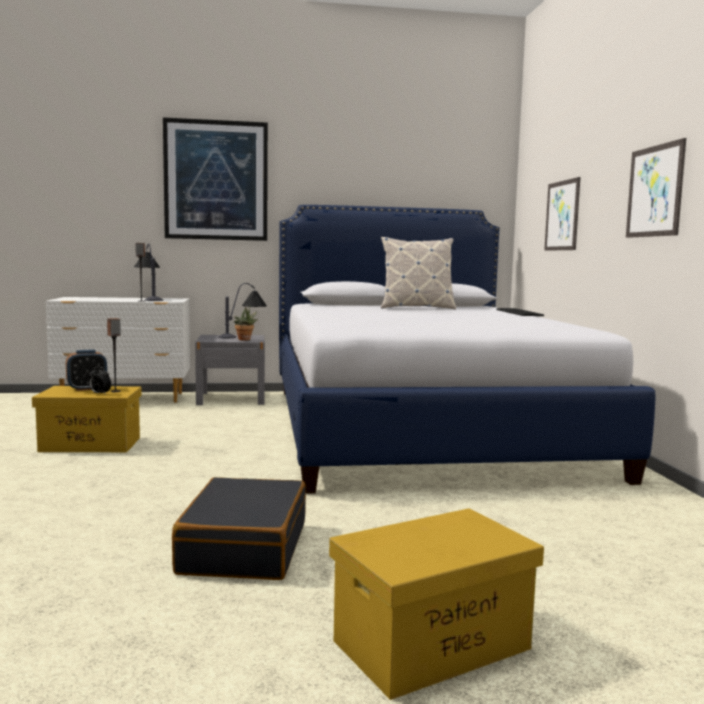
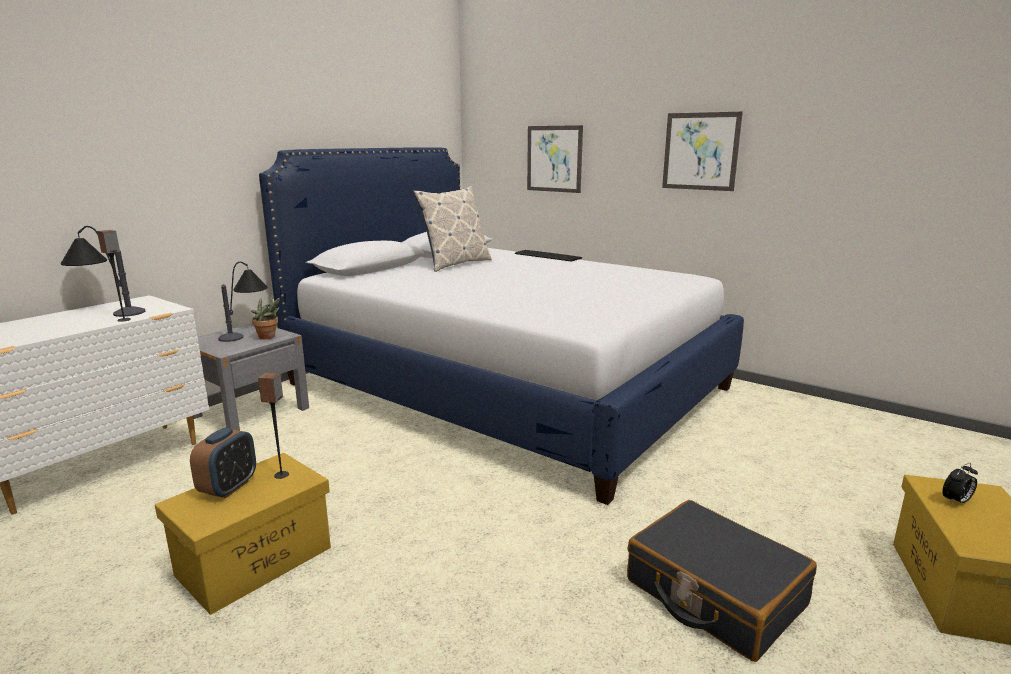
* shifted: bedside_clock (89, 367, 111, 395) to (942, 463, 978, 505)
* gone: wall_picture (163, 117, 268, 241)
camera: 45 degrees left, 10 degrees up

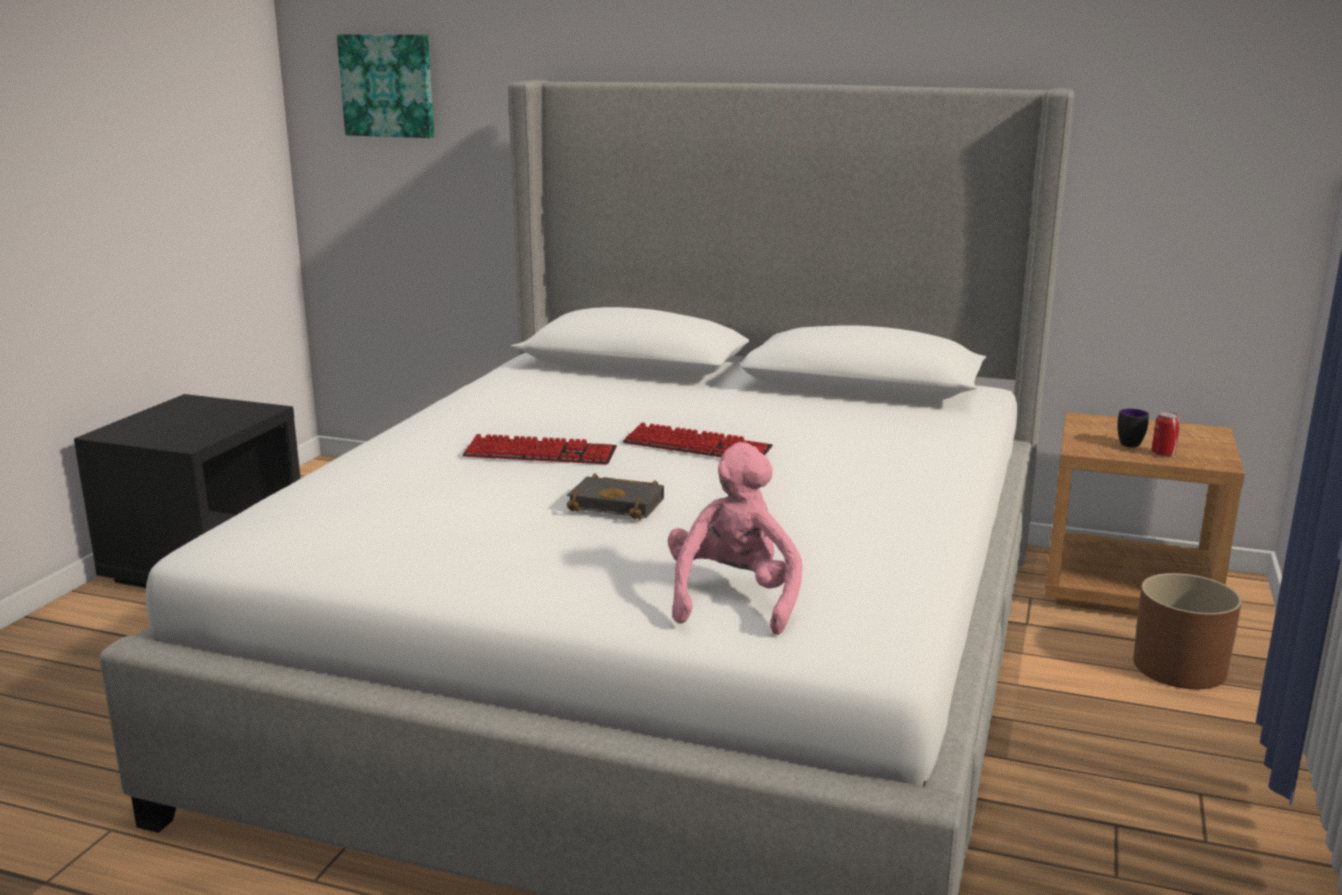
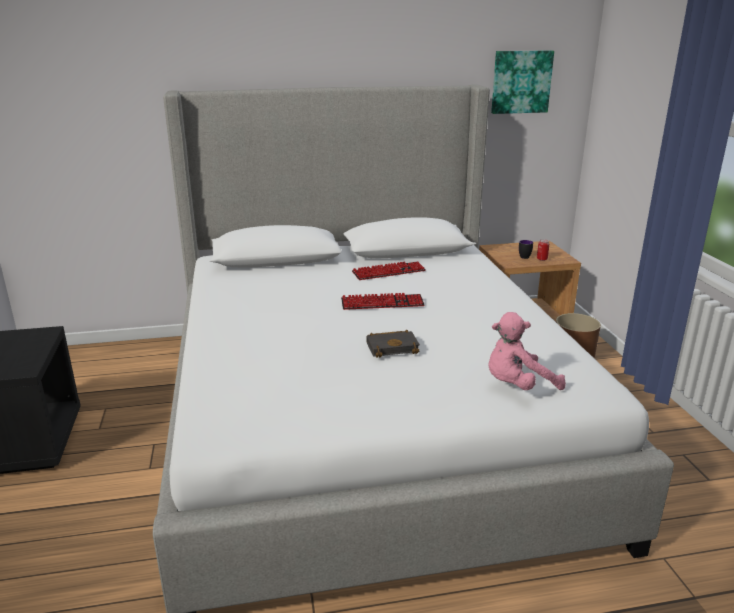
* shifted: PC_keyboard (462, 434, 617, 464) to (352, 261, 426, 280)
* rotated: pink-coloured_plush_toy (668, 442, 802, 635) = (488, 312, 566, 390) 90 degrees counterclockwise
* shifted: wall_picture (337, 34, 434, 138) to (491, 50, 554, 114)
camera: 30 degrees left, 5 degrees up

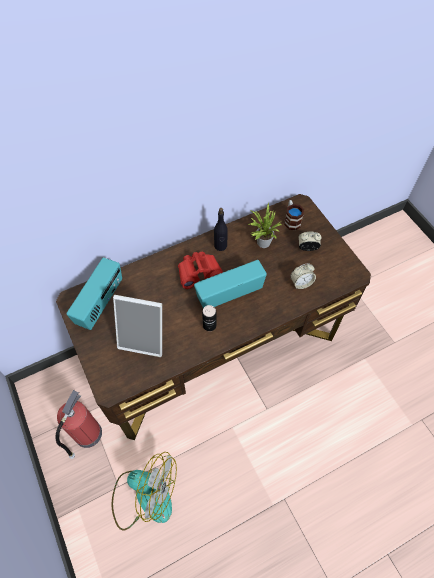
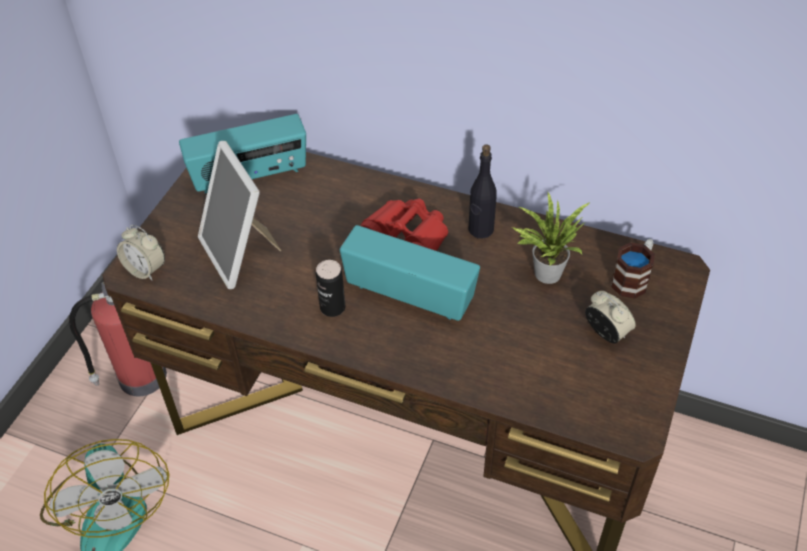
* shifted: bedside_clock (290, 263, 316, 289) to (117, 225, 165, 281)
camera: 50 degrees right, 10 degrees down

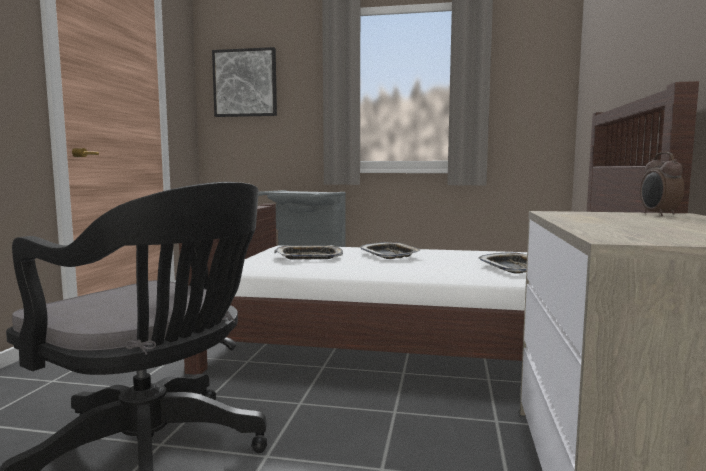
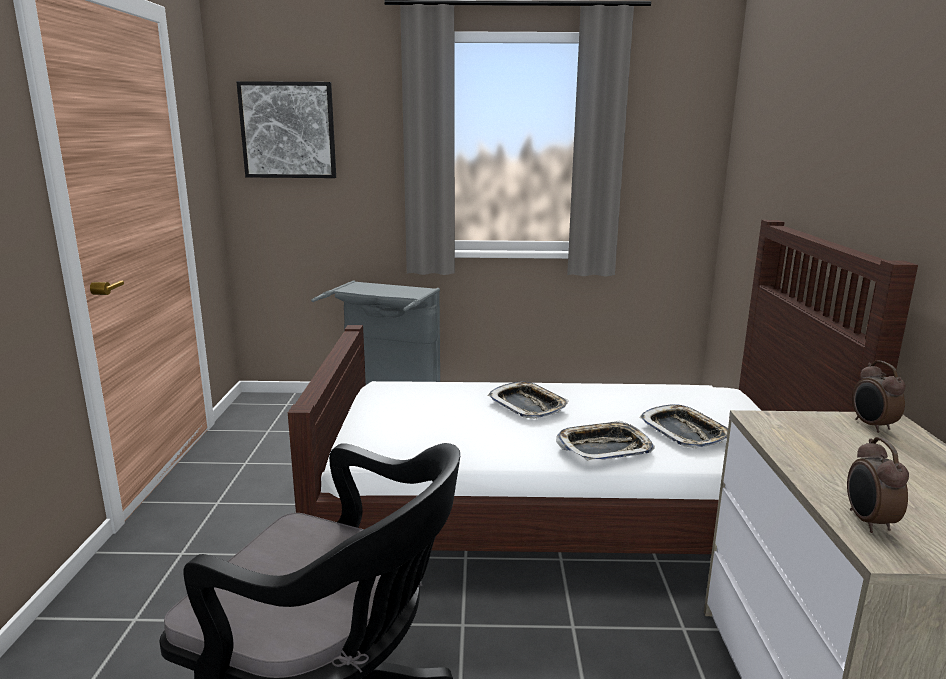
* shifted: serving_tray (274, 245, 343, 260) to (556, 421, 655, 461)
* new: bedside_clock (847, 437, 909, 533)
camera: 10 degrees left, 10 degrees up

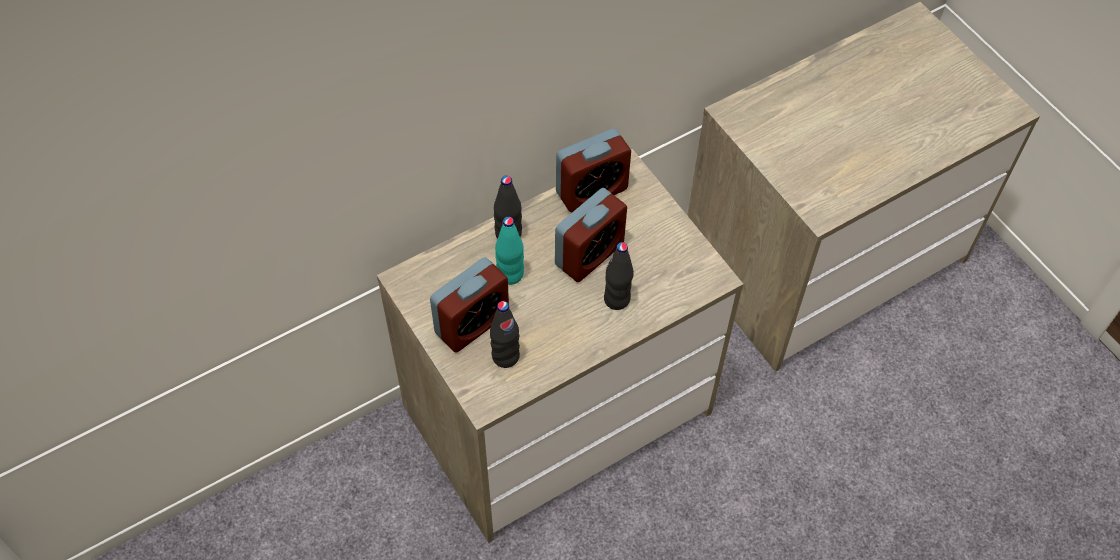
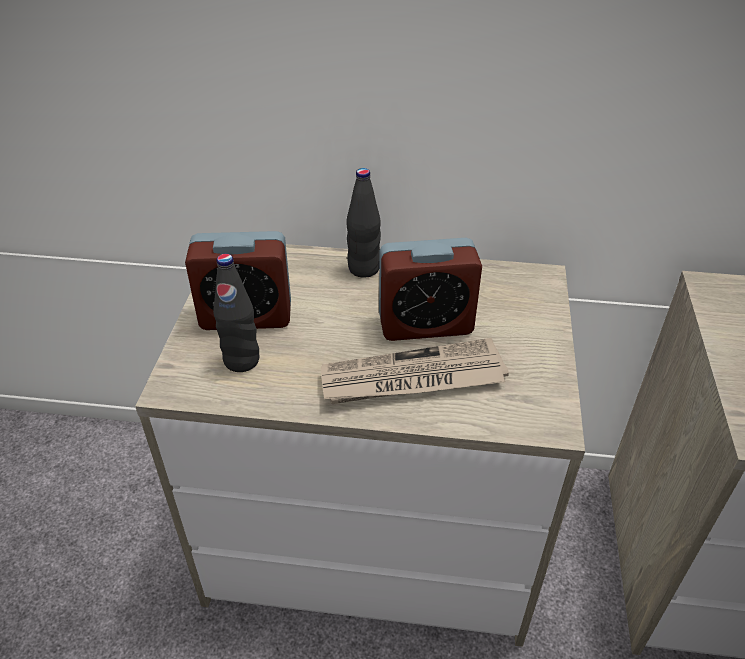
* swapped: black-coloured_drink_bottle (604, 242, 634, 310) to newspaper (321, 338, 509, 404)
* gone: turquoise-coloured_drink_bottle (495, 217, 524, 285)
* gone: bedside_clock (556, 128, 631, 213)
camera: 40 degrees right, 15 degrees down

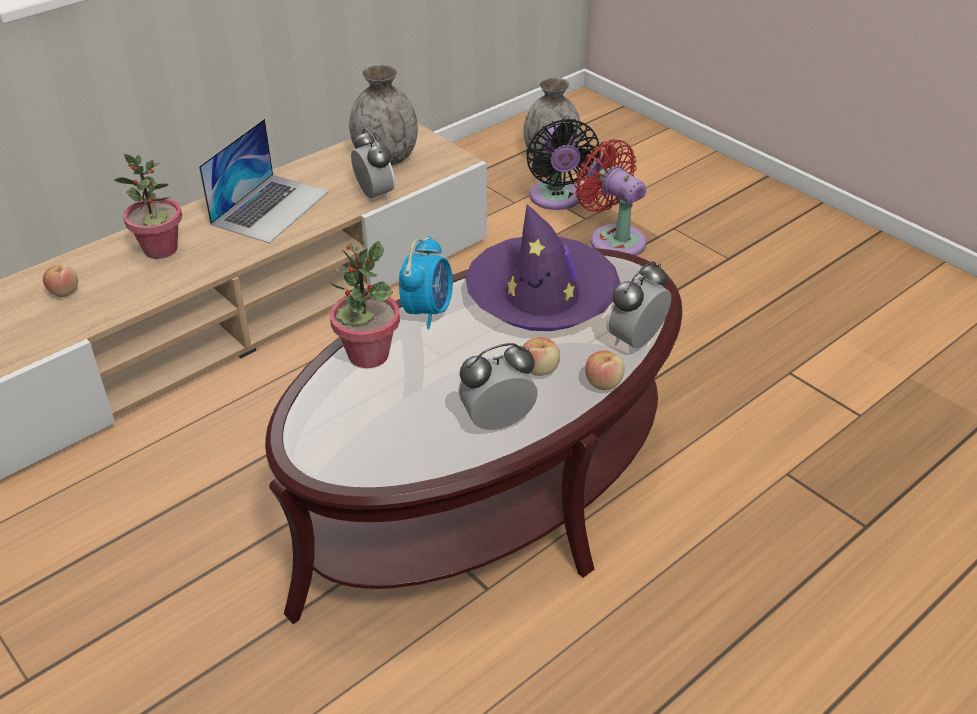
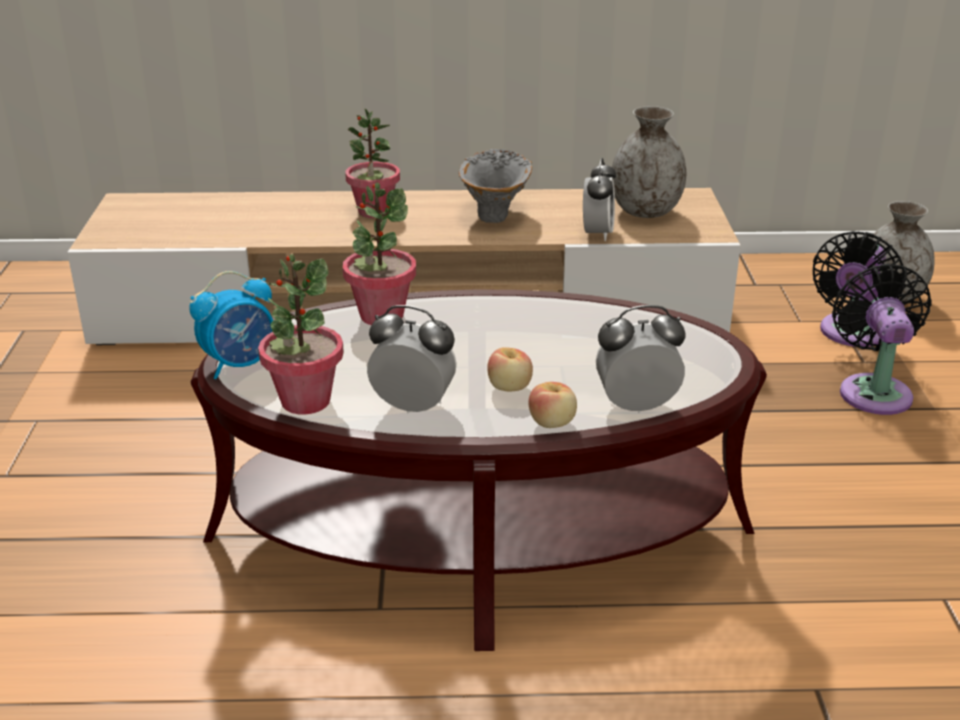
* shifted: bedside_clock (399, 236, 453, 329) to (189, 271, 273, 379)
* new: potted_plant (258, 254, 344, 414)
* swapped: laptop (199, 119, 329, 243) to grey_flower_vase (459, 149, 532, 223)
* repainted: red_fan (575, 139, 646, 256) to black-coloured_fan (832, 263, 932, 415)
* gone: apple_fruit (43, 264, 78, 297)
* gone: purple_hat (465, 204, 620, 331)
camera: 40 degrees right, 10 degrees down

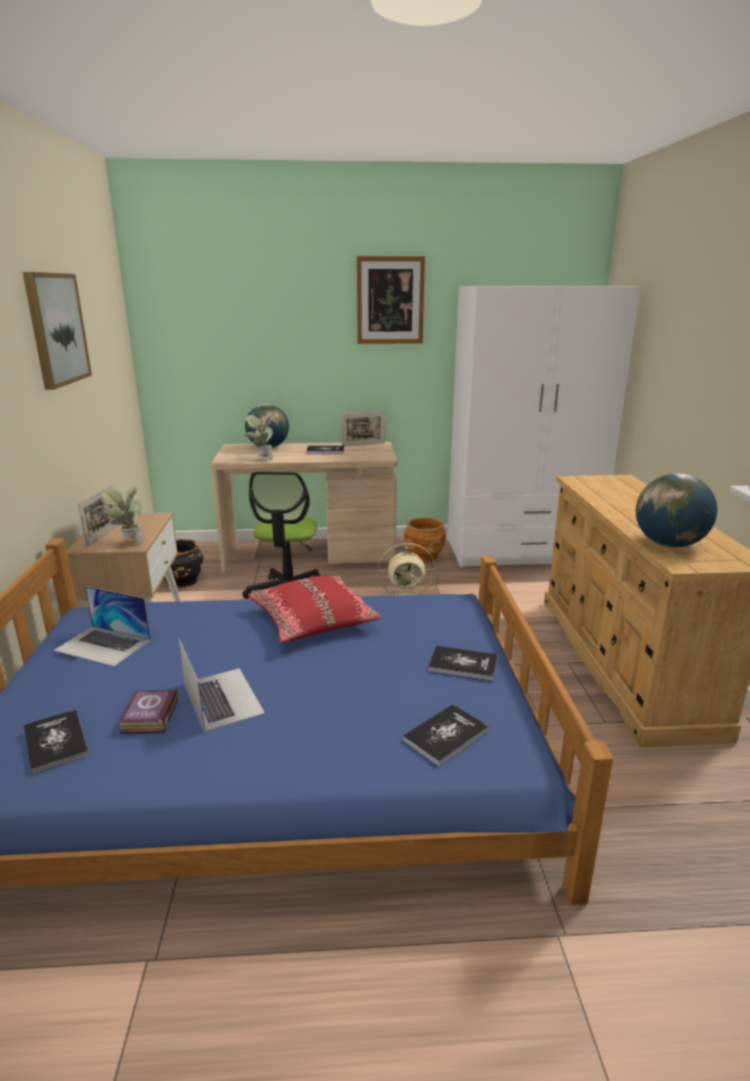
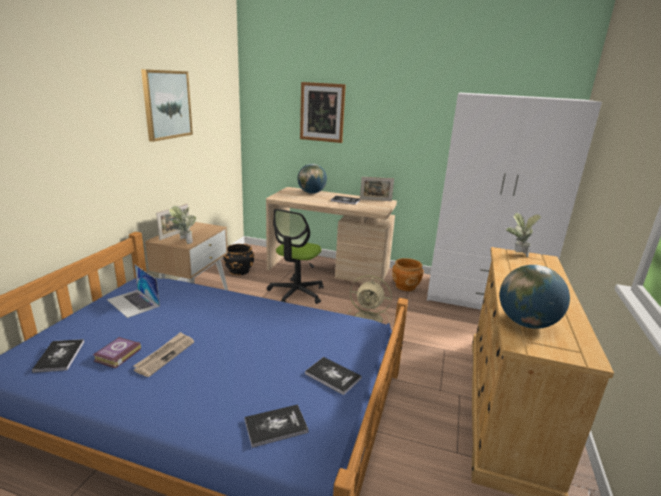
* swapped: laptop (178, 637, 265, 732) to newspaper (133, 332, 194, 377)
* shifted: wall_picture (357, 256, 425, 344) to (300, 82, 346, 143)
* shifted: potted_plant (244, 414, 273, 460) to (506, 213, 541, 257)
* gone: red_cushion (248, 576, 382, 643)
camera: 20 degrees right, 0 degrees up

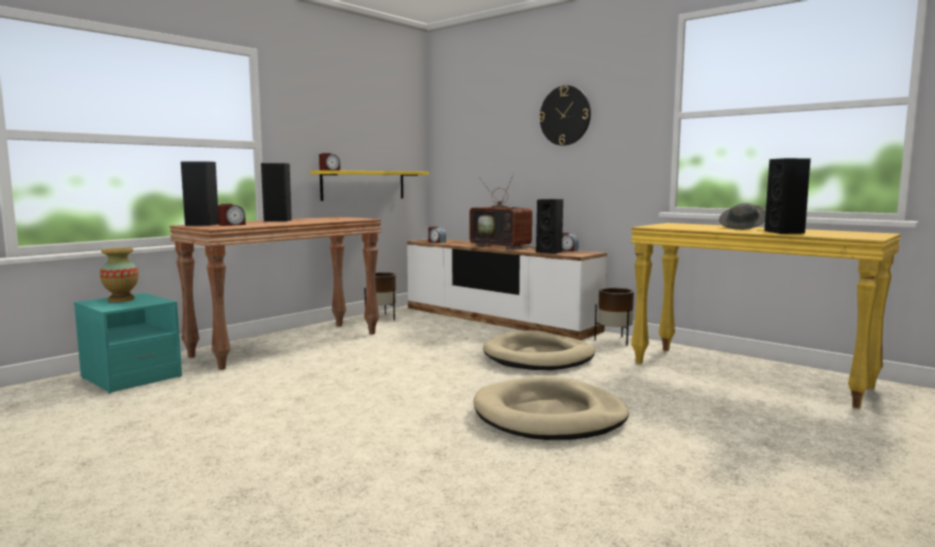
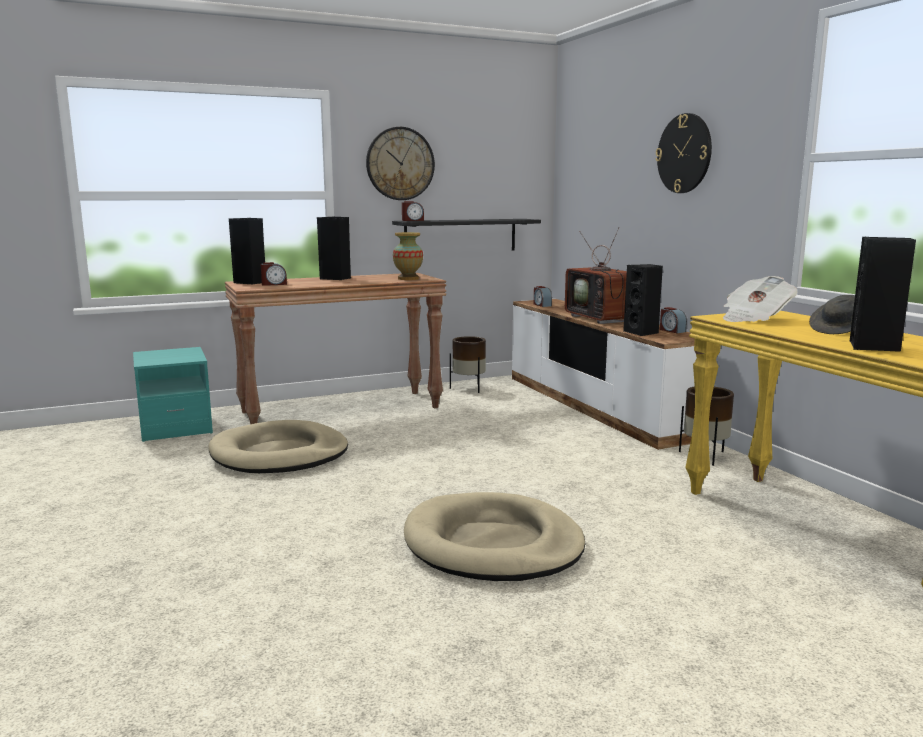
* shifted: sand-coloured_dog_bed (483, 331, 595, 370) to (208, 420, 348, 473)
* new: hanging_clock (366, 127, 435, 200)
* repainted: yellow_bracket_shelf (310, 170, 429, 201) to black-coloured_bracket_shelf (392, 219, 541, 251)
* shifted: flower_vase (100, 248, 138, 302) to (393, 232, 423, 280)
* new: newspaper (723, 276, 798, 322)
camera: 25 degrees right, 5 degrees up

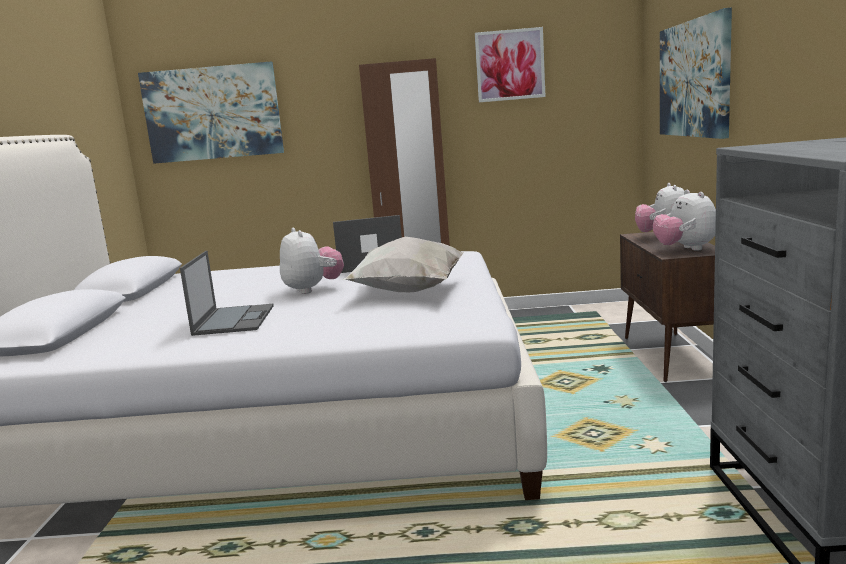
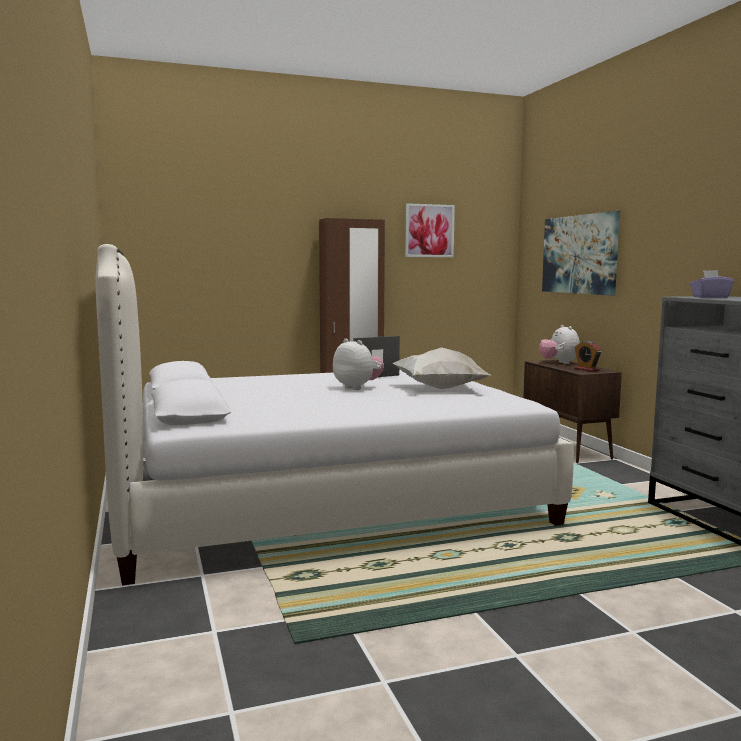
* swapped: plush_toy (653, 190, 716, 251) to bedside_clock (574, 341, 602, 372)
* new: purple_box_of_tissues (690, 270, 734, 298)
* gone: wall_picture (138, 61, 284, 164)
* gone: laptop (180, 251, 274, 336)
camera: 20 degrees left, 5 degrees down

